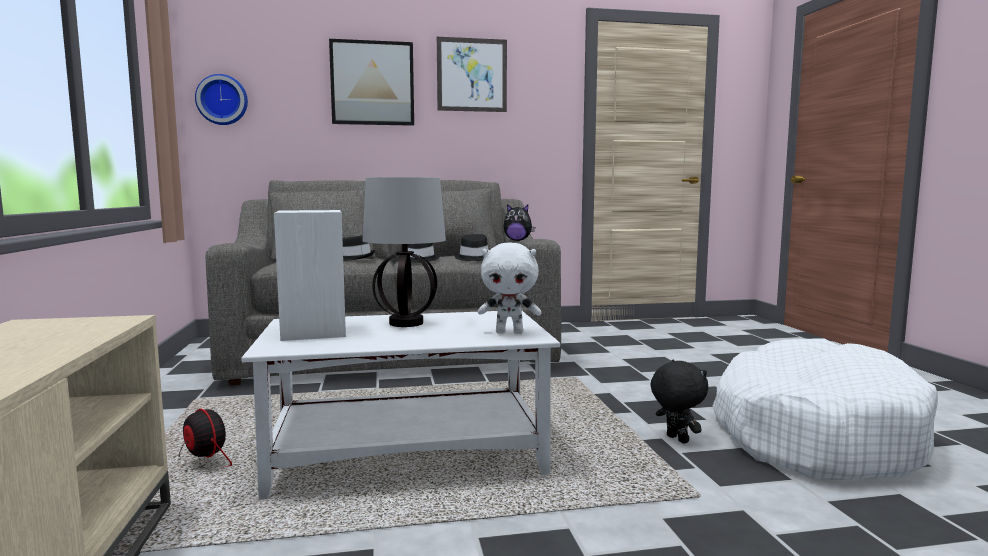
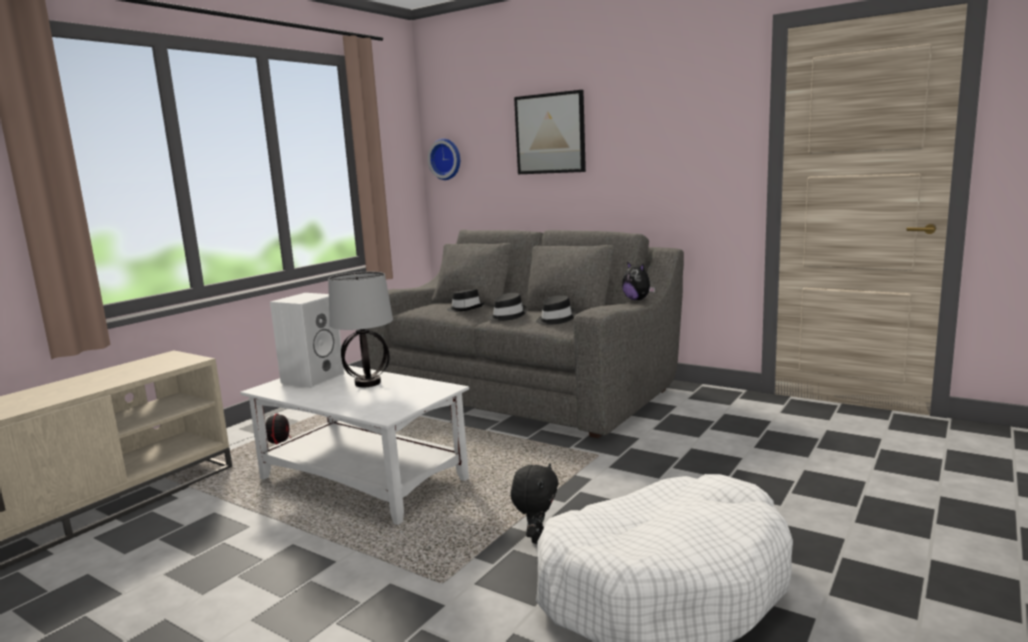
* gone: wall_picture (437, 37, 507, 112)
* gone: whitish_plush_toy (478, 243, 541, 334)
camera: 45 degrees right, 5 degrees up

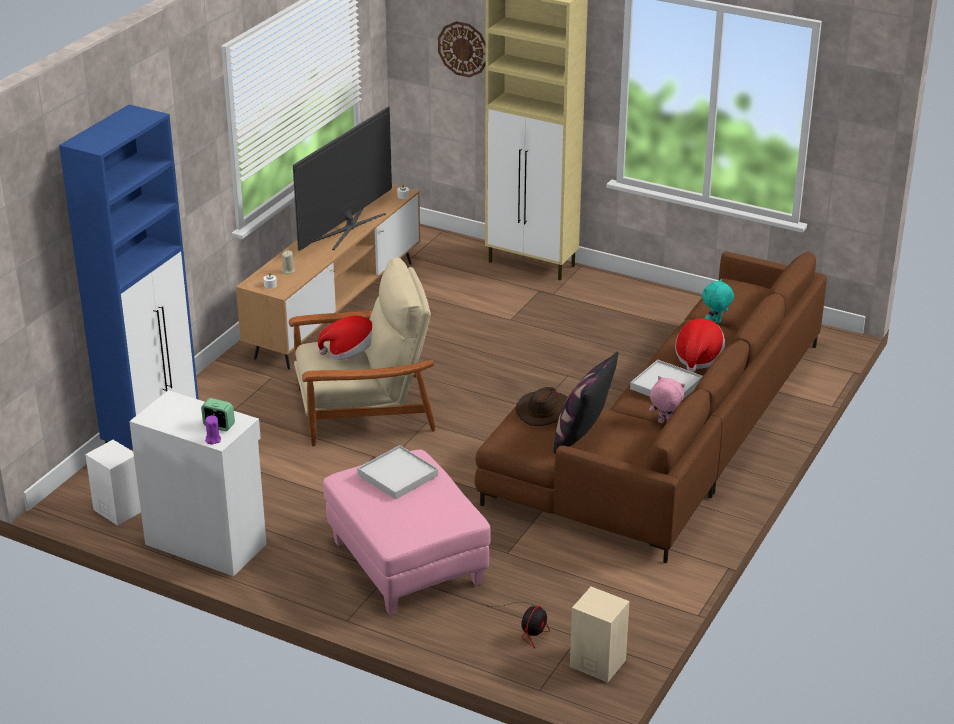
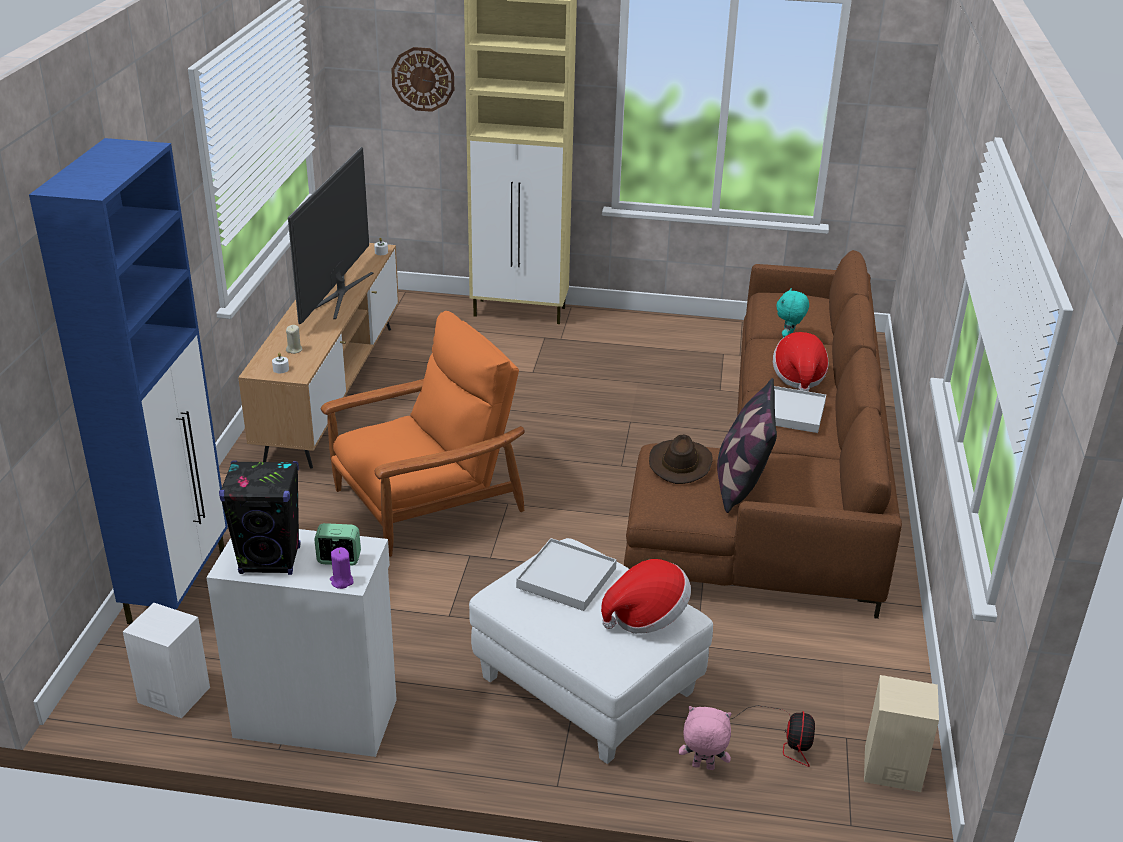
* new: black-coloured_speaker (219, 460, 300, 575)
* repainted: sand-coloured_easy_chair (289, 257, 435, 446) to orangey_easy_chair (321, 311, 525, 557)
* repainted: pink-coloured_ottoman (323, 450, 491, 615) to whitish_ottoman (469, 538, 713, 764)
* shifted: hat (318, 315, 372, 360) to (601, 559, 691, 634)
* shifted: pink-coloured_plush_toy (649, 376, 685, 423) to (679, 706, 732, 770)
camera: 20 degrees left, 0 degrees up

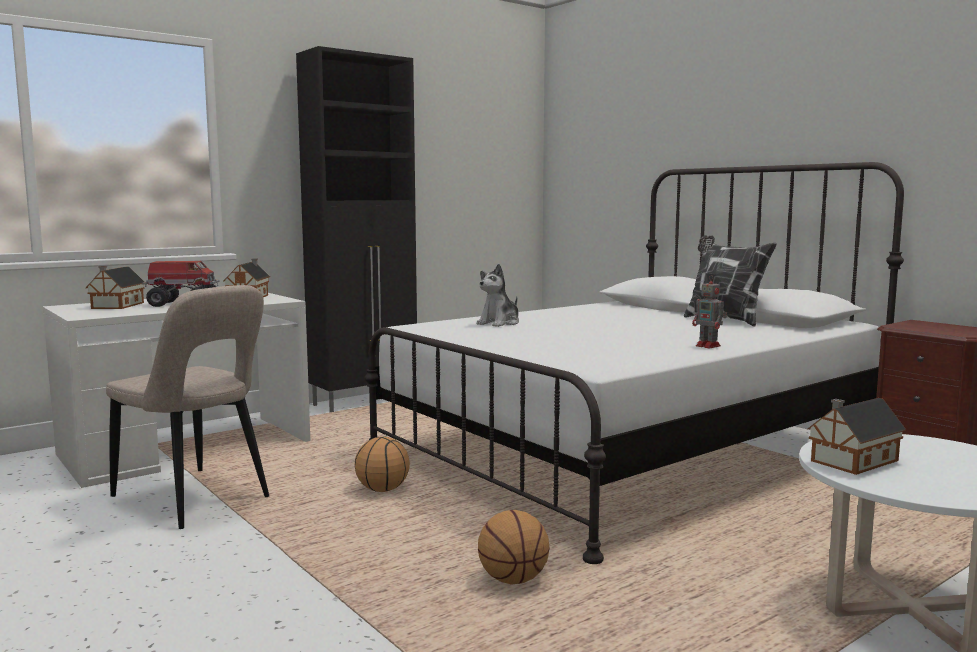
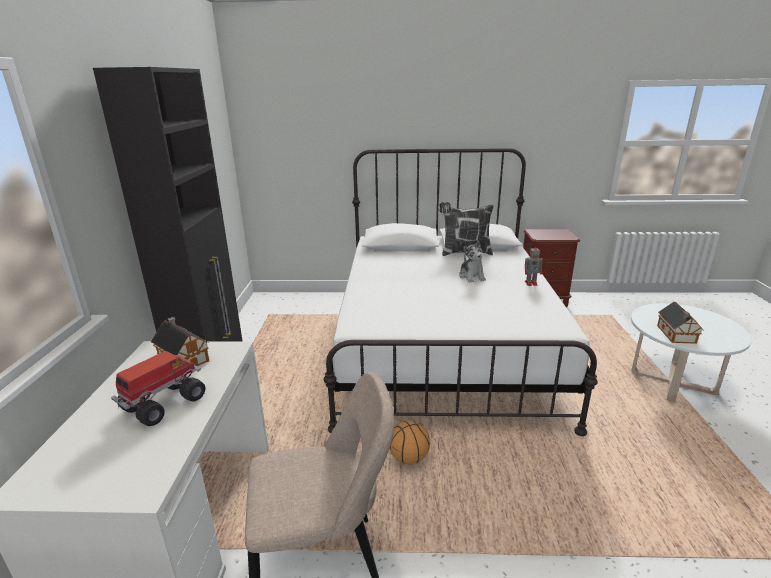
* shifted: plush_toy (477, 264, 519, 327) to (459, 240, 486, 282)
* gone: toy_house (86, 266, 145, 309)
* gone: basketball_ball (478, 510, 550, 585)
camera: 50 degrees left, 15 degrees up

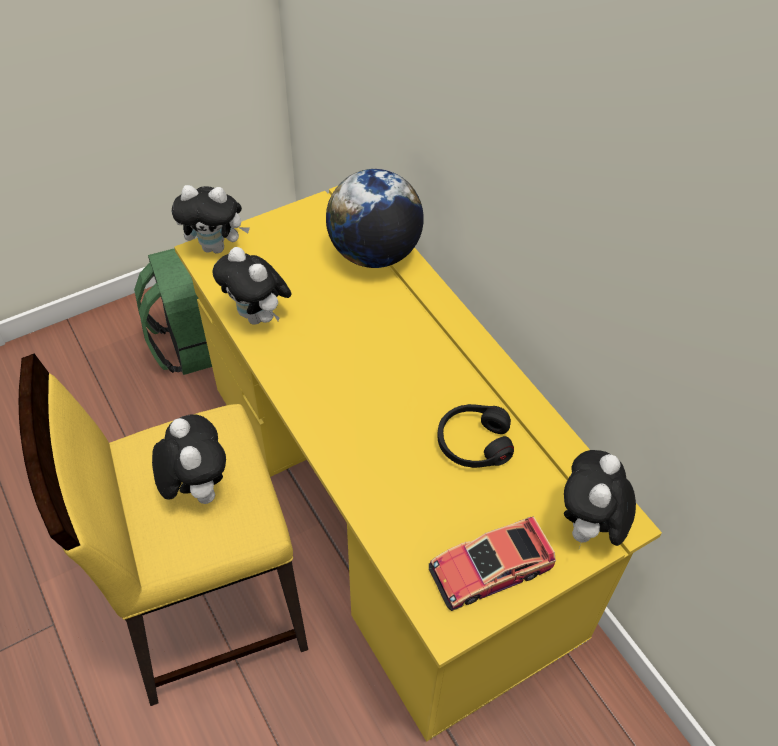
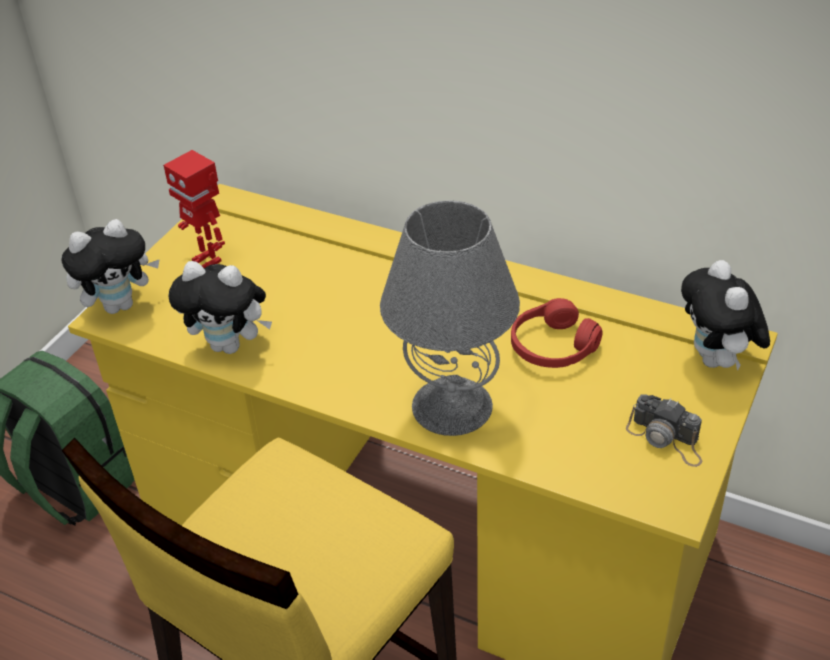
* new: toy_robot (163, 150, 225, 268)
* new: grey_tabletop_lamp (380, 200, 520, 436)
* repainted: black-coloured_headset (437, 404, 514, 468) to red_headset (511, 298, 603, 368)
* swapped: model_car (429, 516, 556, 611) to photo_camera (626, 394, 702, 467)
* gone: plush_toy (152, 414, 226, 504)
* gone: globe (326, 169, 424, 268)
camera: 30 degrees left, 10 degrees down

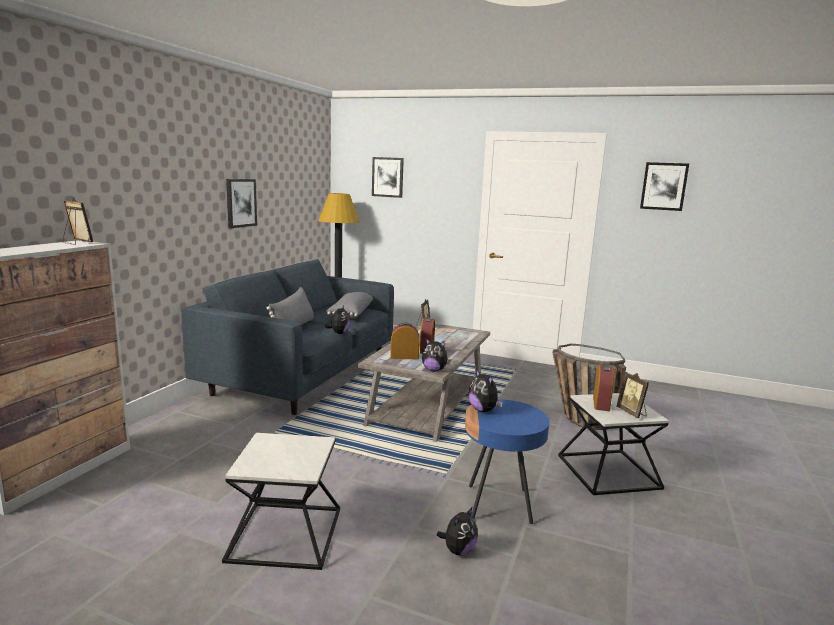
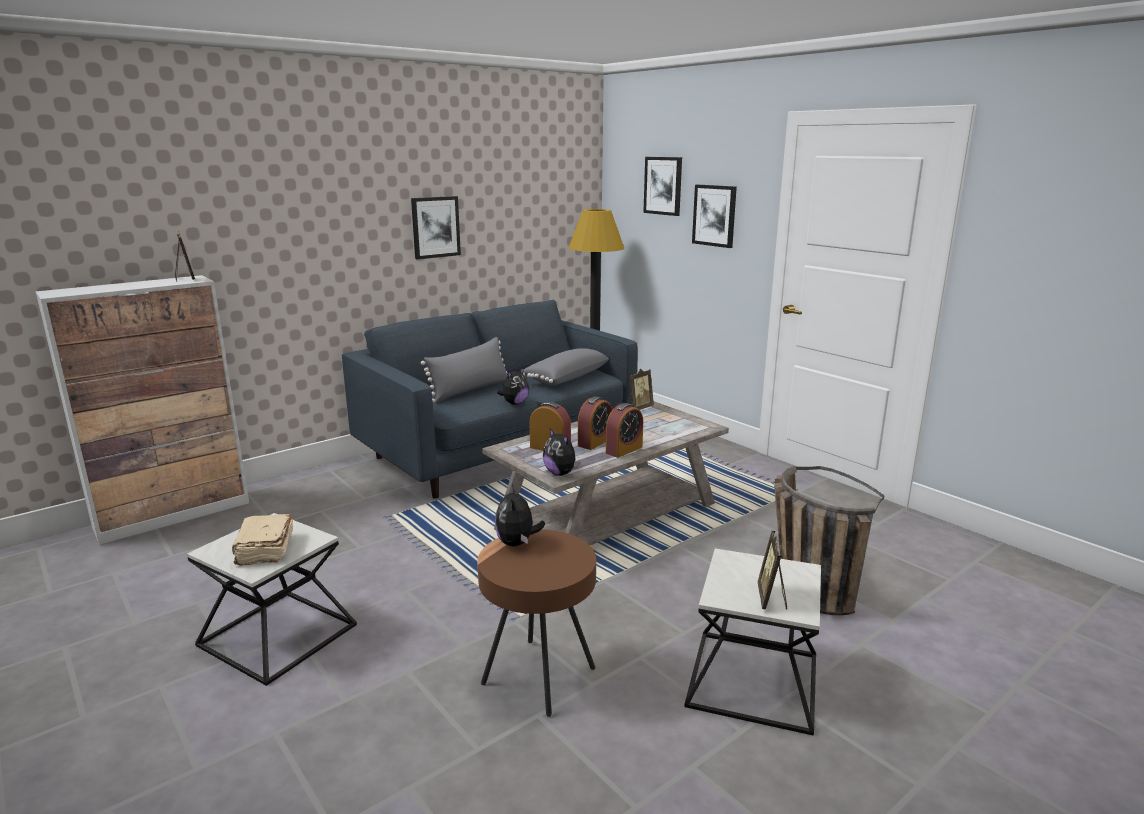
* new: sand-coloured_volume (232, 514, 293, 566)
* repainted: bluish_side_table (465, 399, 549, 524) to brown_side_table (477, 530, 596, 717)
* shifted: bedside_clock (593, 364, 614, 411) to (606, 403, 643, 458)
* shifted: wall_picture (640, 162, 689, 211) to (692, 185, 737, 248)
* gone: plush_toy (437, 506, 478, 555)
camera: 30 degrees right, 5 degrees up

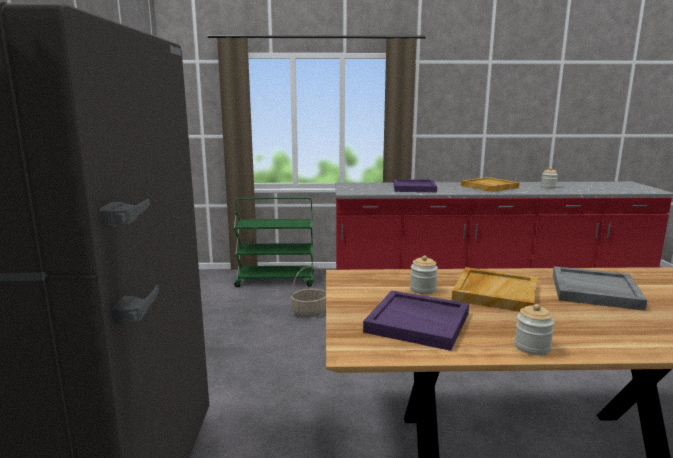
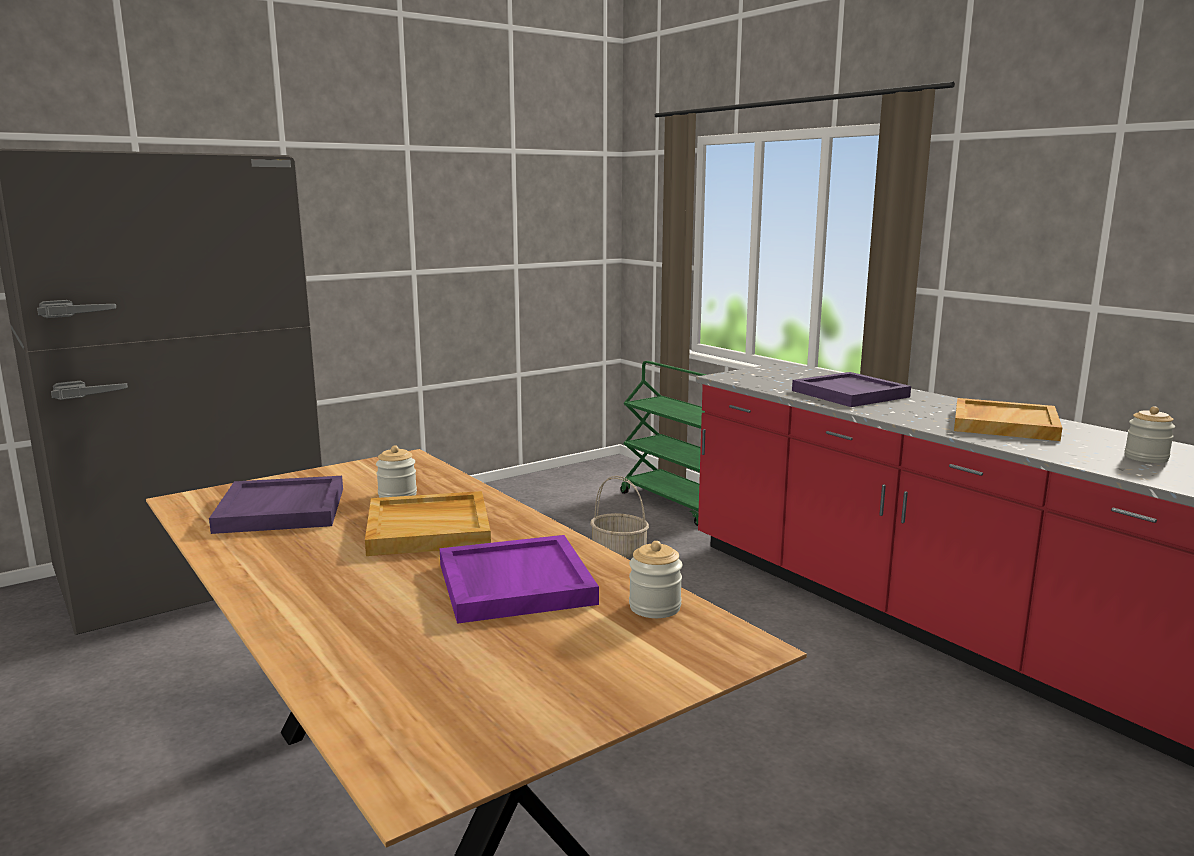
* repainted: grey_serving_tray (553, 266, 647, 311) to purple_serving_tray (440, 535, 599, 624)
* shifted: jar (515, 304, 555, 355) to (629, 541, 682, 618)
camera: 55 degrees right, 0 degrees up

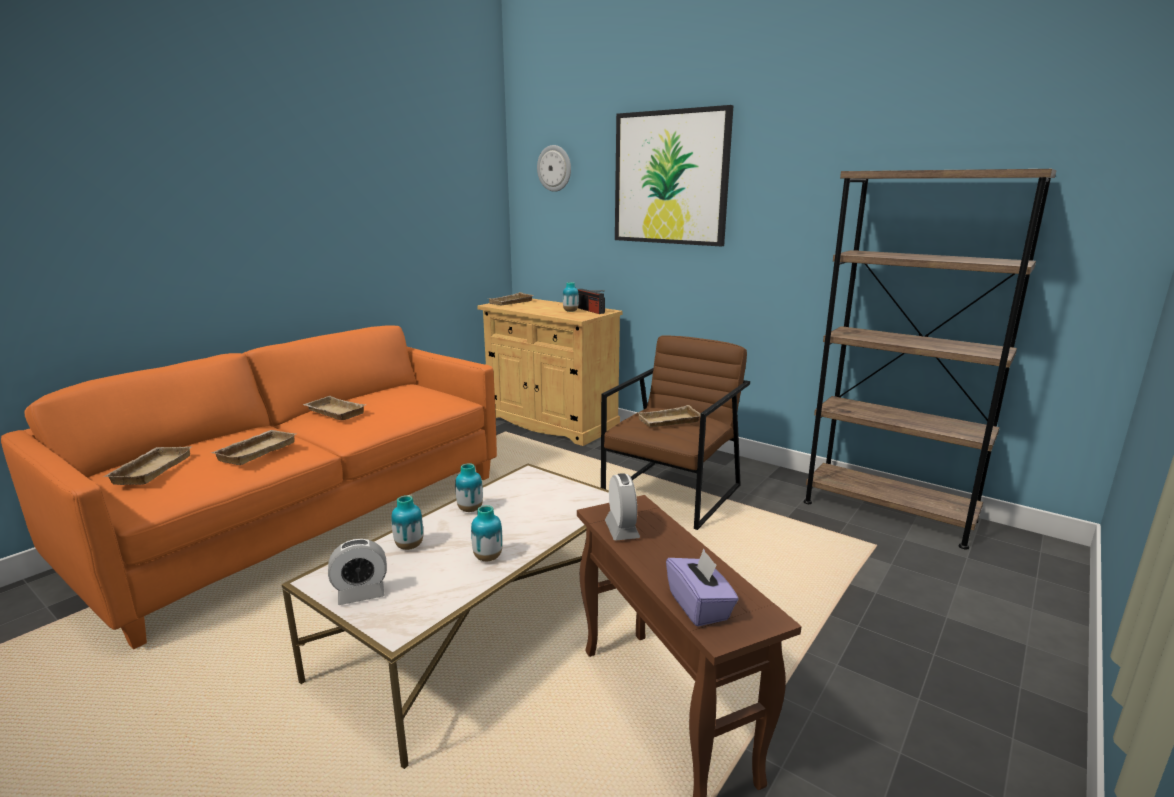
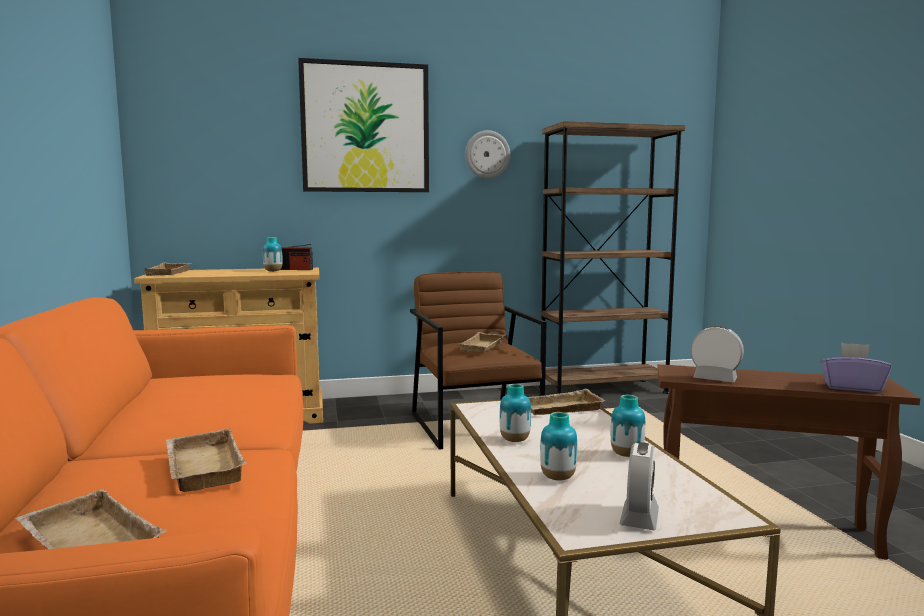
* shifted: hanging_clock (537, 145, 571, 192) to (465, 130, 511, 179)
* shifted: sand-coloured_serving_tray (303, 396, 367, 420) to (528, 389, 606, 415)
camera: 50 degrees left, 10 degrees down

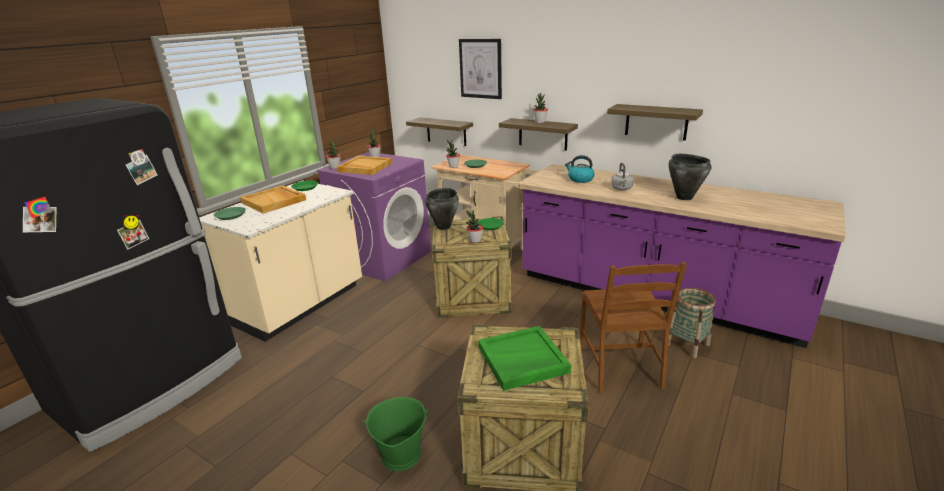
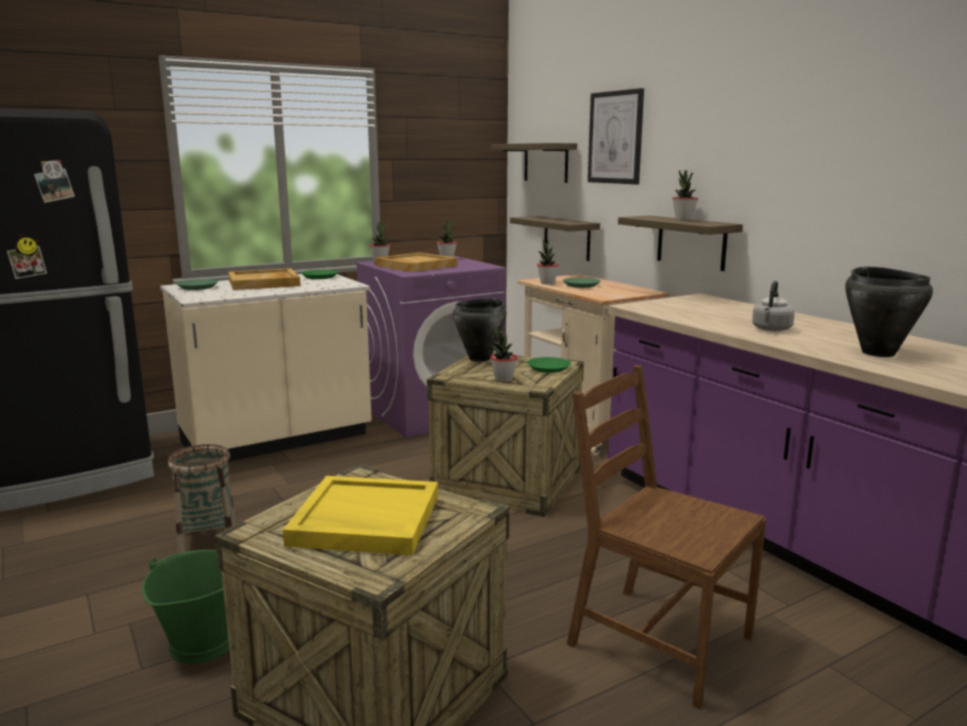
* shifted: storage_basket (669, 288, 715, 358) to (168, 444, 236, 553)
* repainted: green-coloured_serving_tray (478, 326, 571, 391) to yellow_serving_tray (283, 476, 438, 555)
* shifted: bracket_shelf (607, 104, 703, 141) to (490, 143, 577, 183)
* rotated: brown_plain_chair (580, 262, 687, 393) = (567, 365, 766, 710) 105 degrees clockwise
* gone: kettle (565, 155, 594, 183)
camera: 25 degrees right, 10 degrees down

